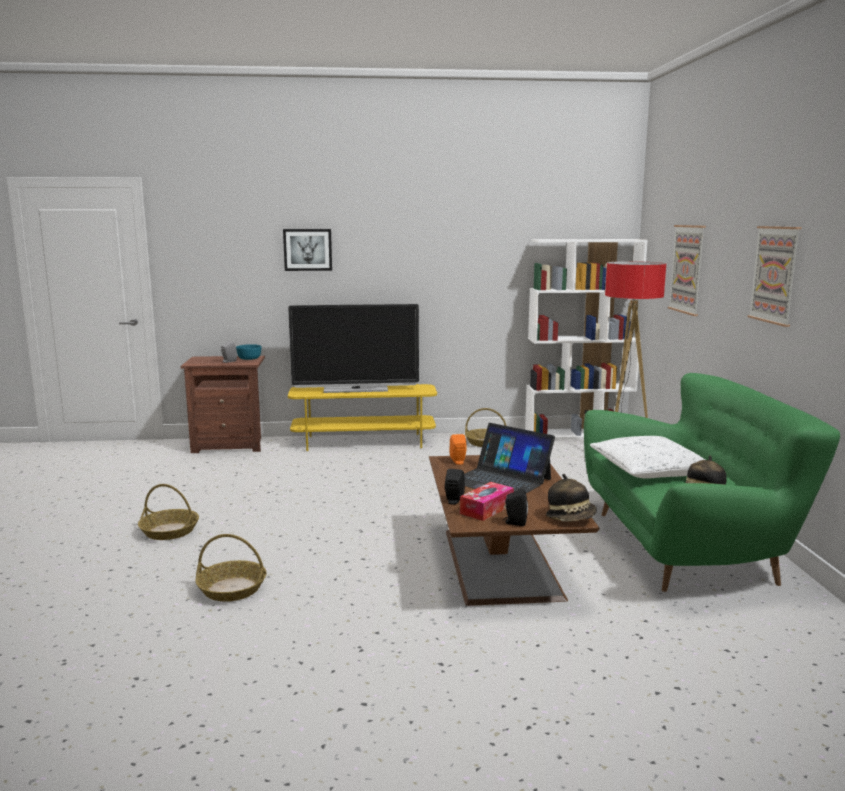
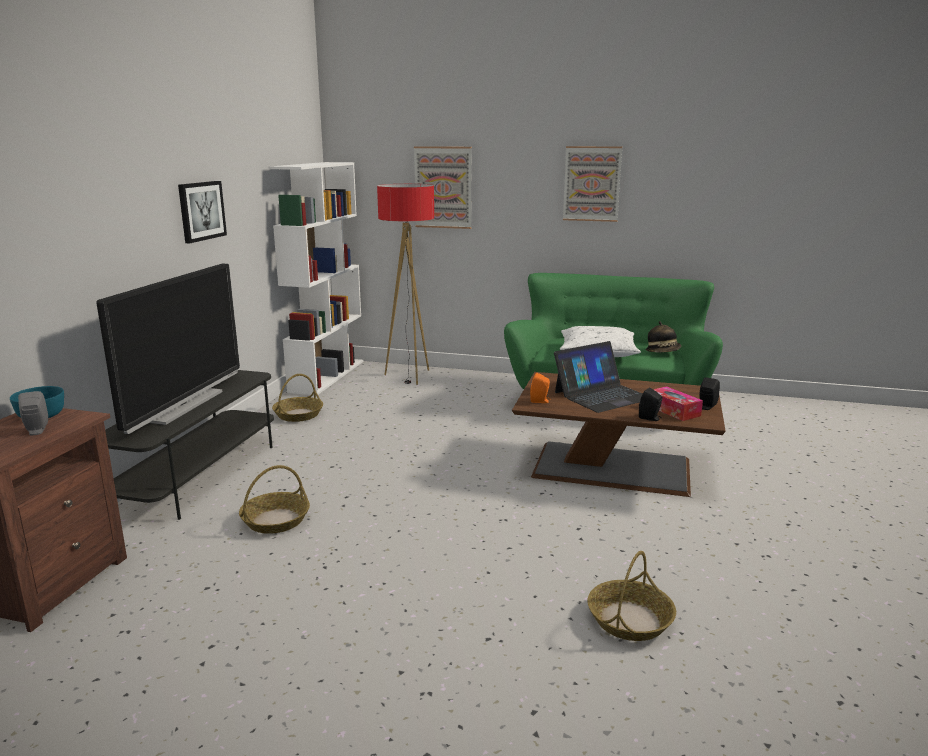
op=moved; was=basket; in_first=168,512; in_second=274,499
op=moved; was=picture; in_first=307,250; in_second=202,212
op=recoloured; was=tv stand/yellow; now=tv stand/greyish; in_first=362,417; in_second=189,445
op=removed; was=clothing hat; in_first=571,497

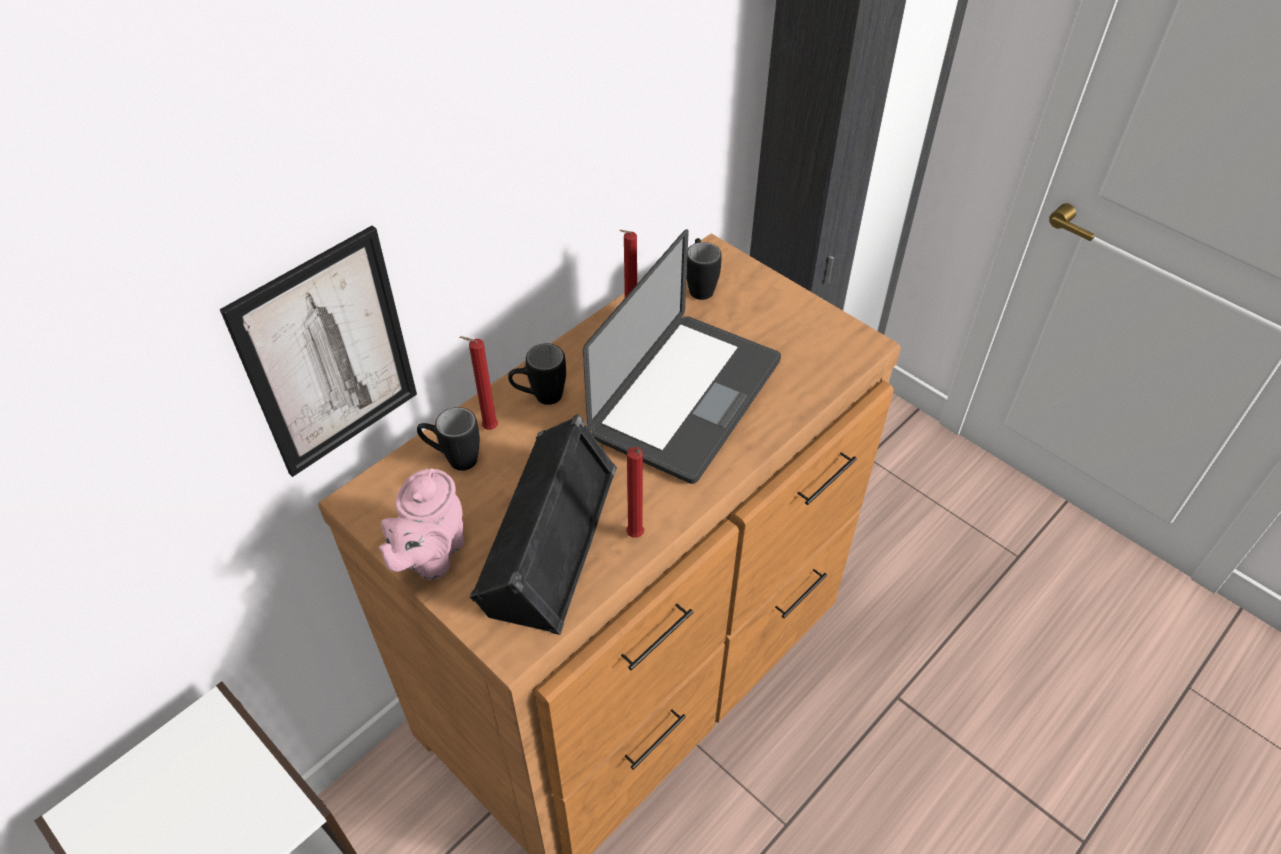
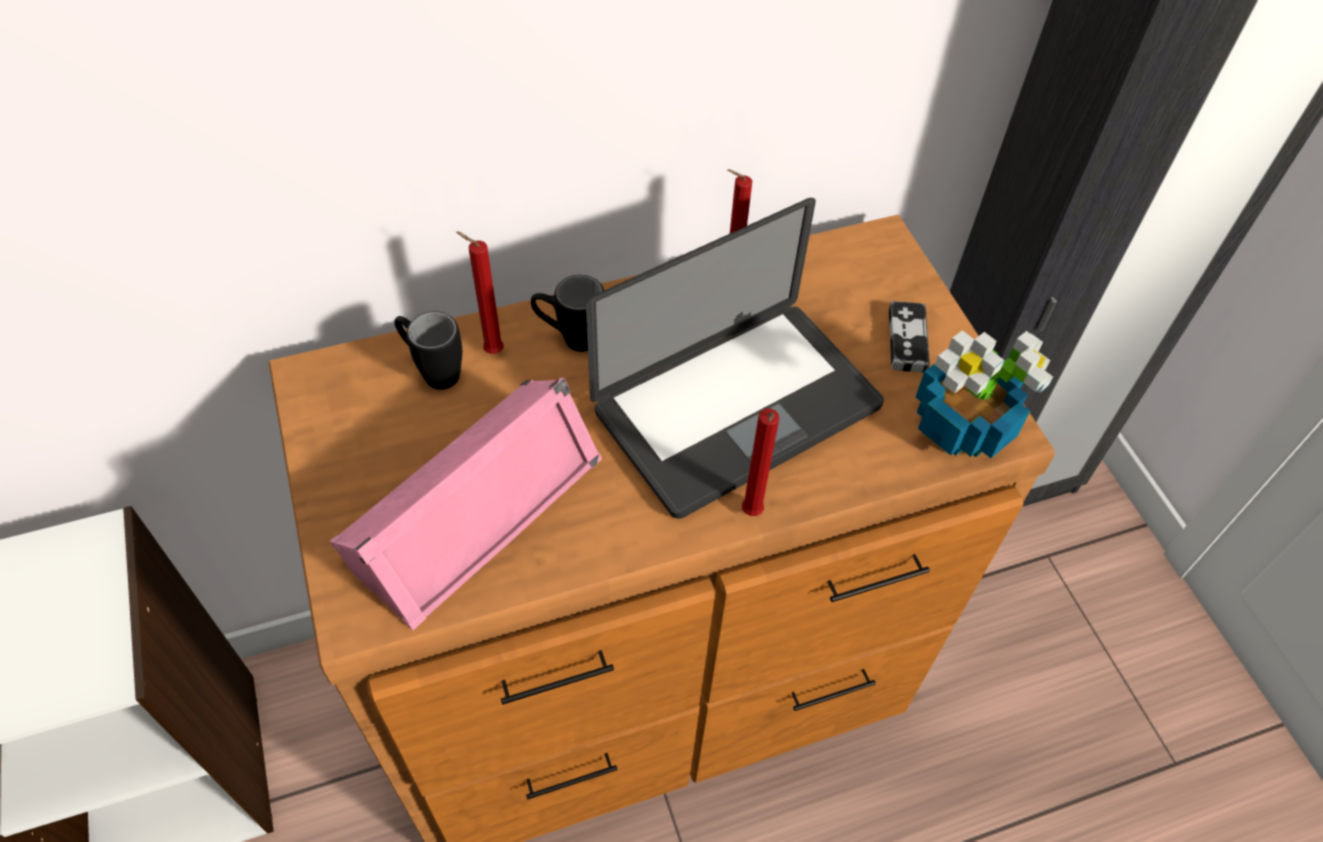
op=removed; was=picture; in_first=318,351
op=removed; was=pot for tea/pink; in_first=421,524
op=recoloured; was=audio speaker/blackish; now=audio speaker/pink; in_first=543,524; in_second=465,504
op=moved; was=wax light/reddish; in_first=635,492; in_second=760,462
op=removed; was=tea mug/blackish; in_first=704,269
op=added; now=game controller; in_second=909,337
op=added; now=plant in a pot; in_second=984,394

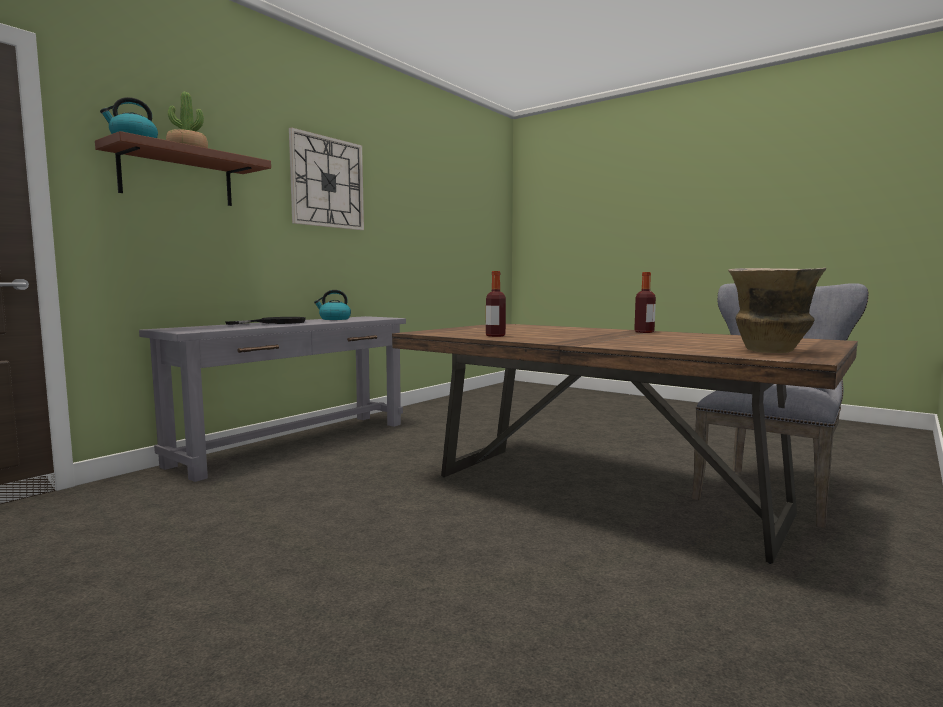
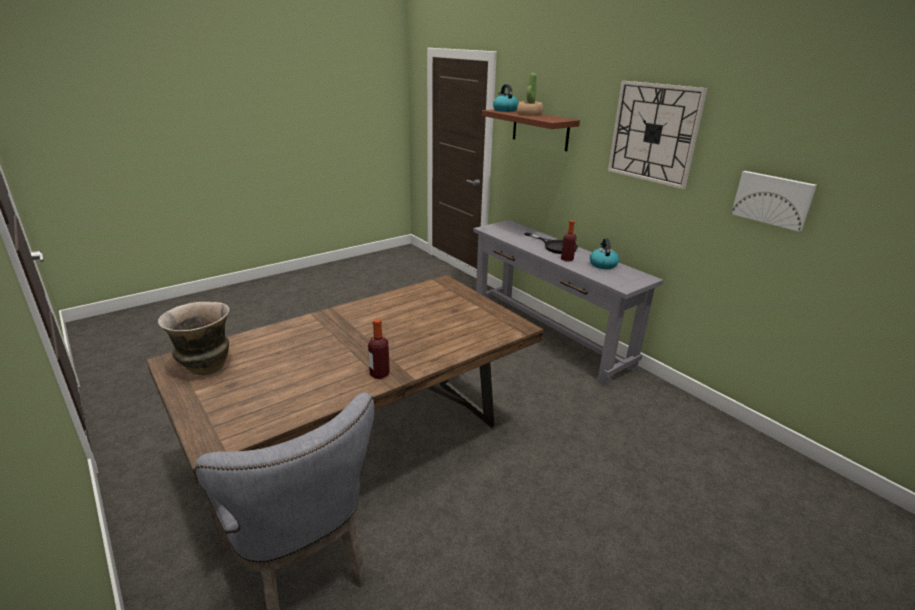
op=moved; was=drink bottle; in_first=496,304; in_second=569,241
op=added; now=picture; in_second=774,201

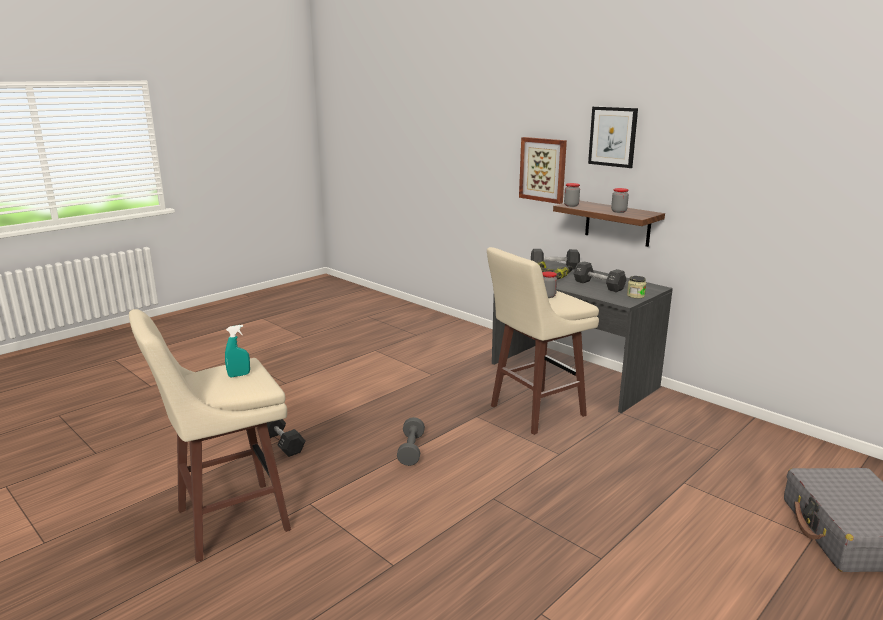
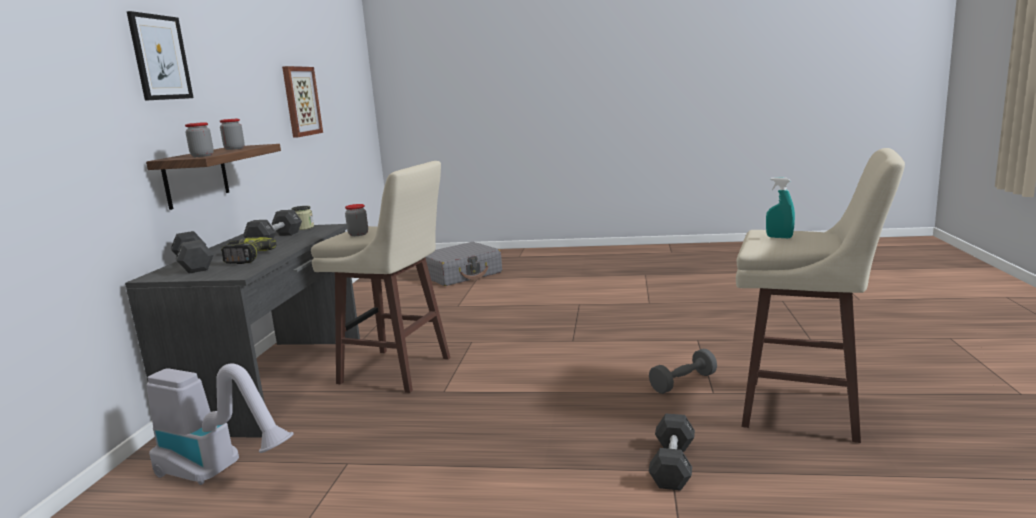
op=moved; was=hand weight/greyish; in_first=411,441; in_second=683,371
op=moved; was=picture; in_first=543,170; in_second=302,102
op=added; now=vacuum cleaner; in_second=219,424

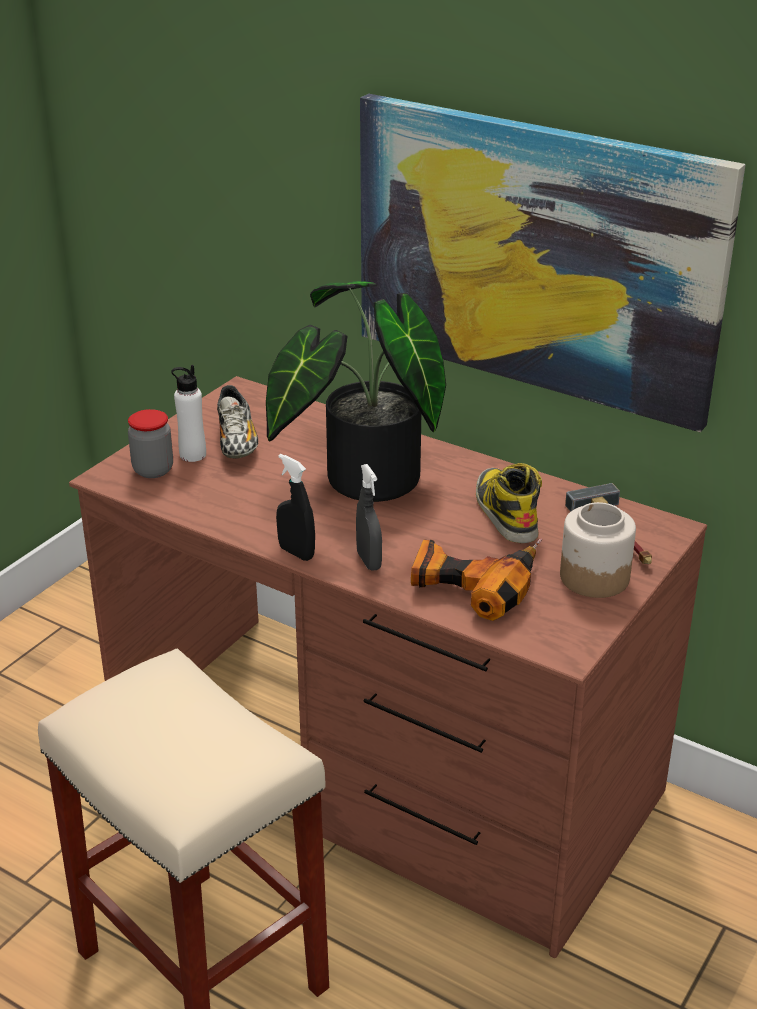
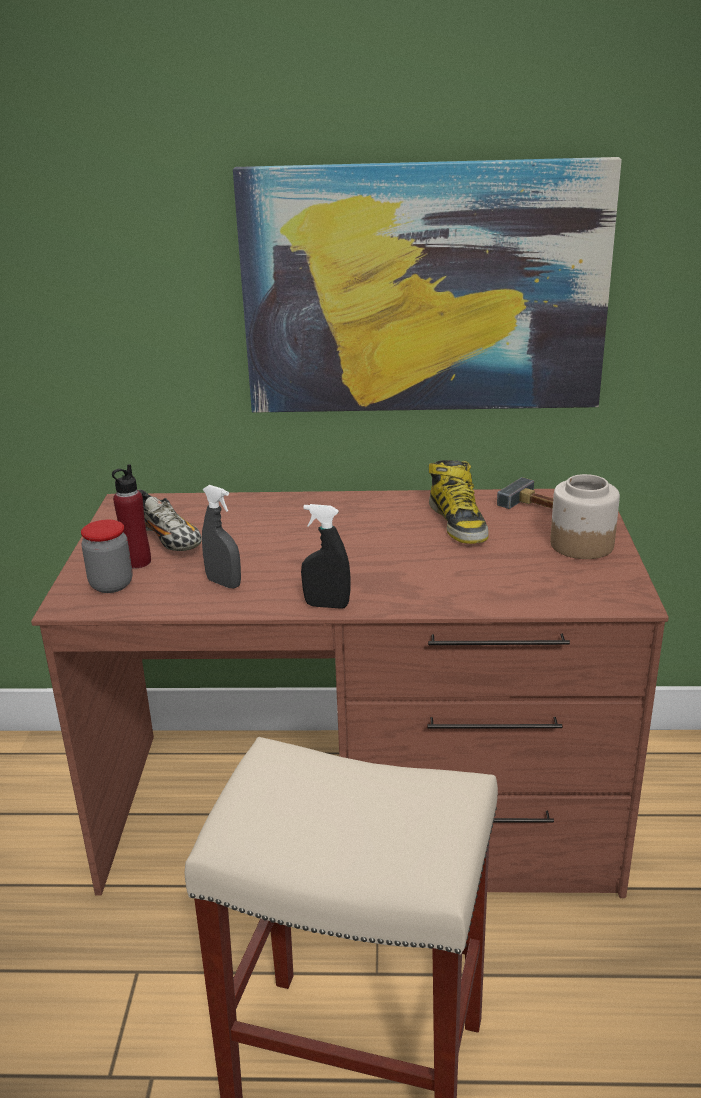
op=recoloured; was=drink bottle/whitish; now=drink bottle/reddish; in_first=188,413; in_second=131,516
op=removed; was=plant in a pot; in_first=356,391
op=moved; was=hand sprayer/greyish; in_first=369,517; in_second=221,536
op=removed; was=power drill; in_first=476,579
op=turned; was=boot; in_first=509,503; in_second=459,502; clockwise=-150

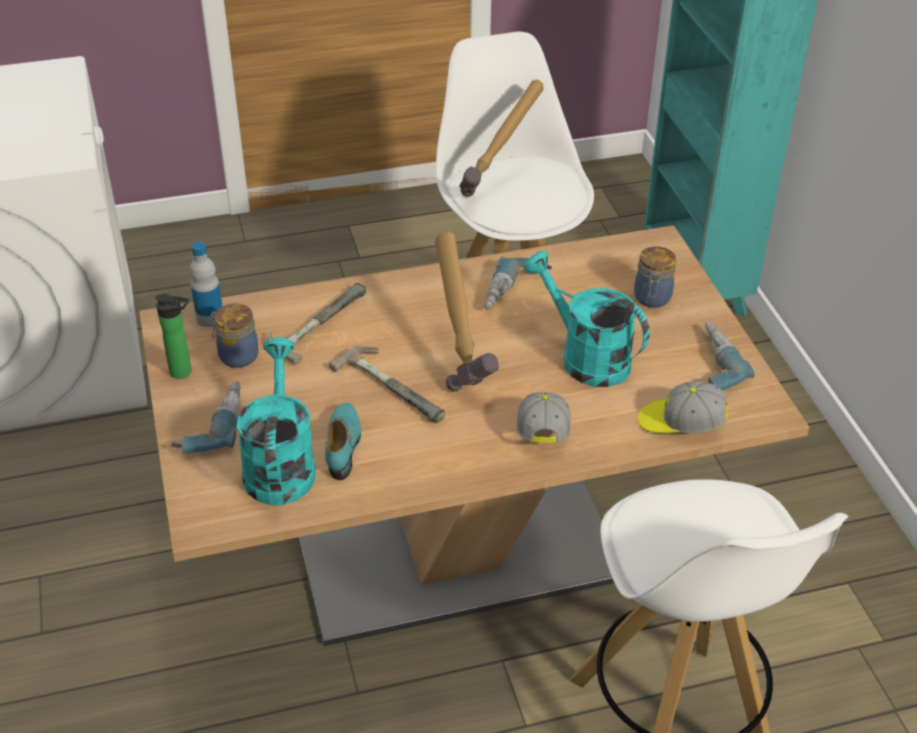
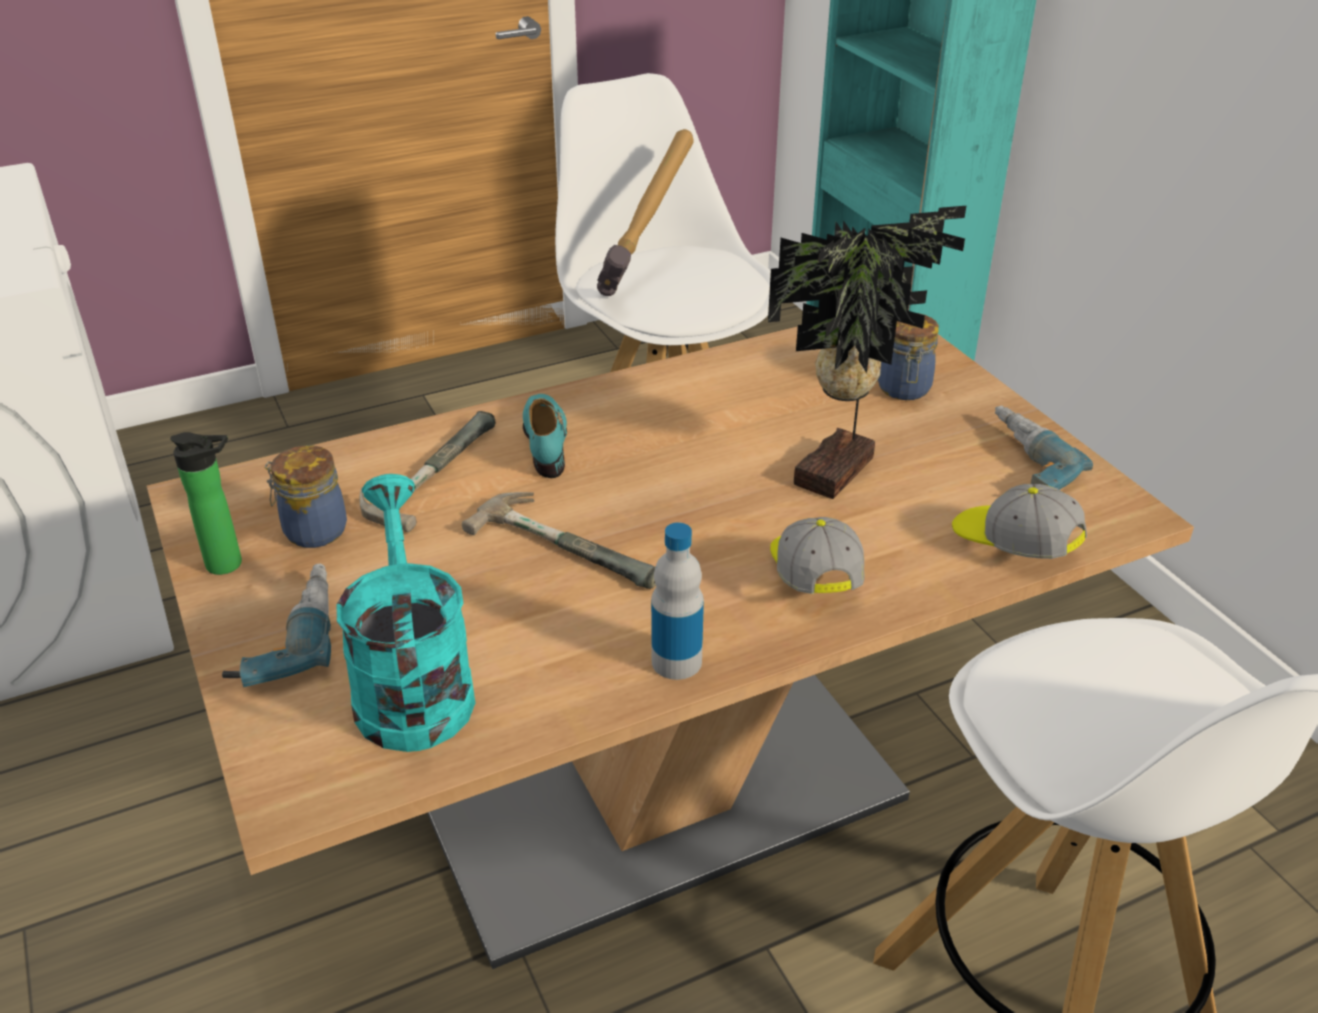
op=moved; was=drink bottle; in_first=206,284; in_second=677,601
op=moved; was=low shoe/turquoise-coloured; in_first=343,441; in_second=545,436
op=removed; was=hammer; in_first=467,311
op=removed; was=power drill; in_first=518,282
op=replaced; was=sprinkling can/turquoise-coloured; now=plant in a pot; in_first=587,319; in_second=867,352
op=turned; was=cap; in_first=683,407; in_second=1019,521; clockwise=45

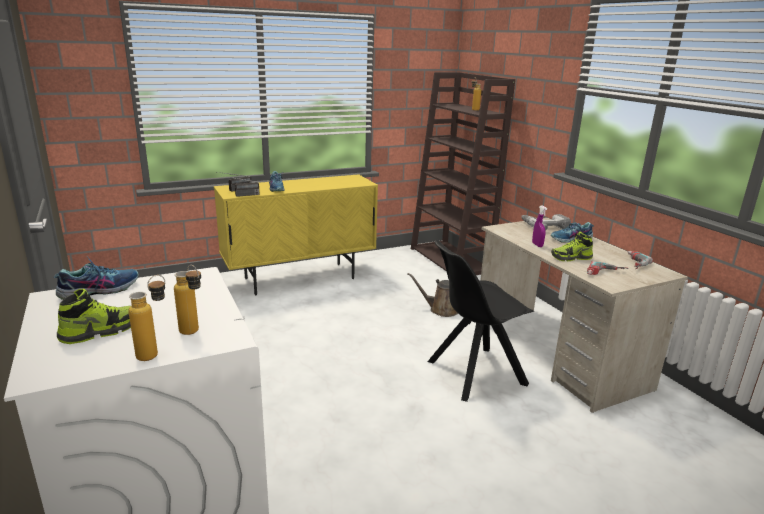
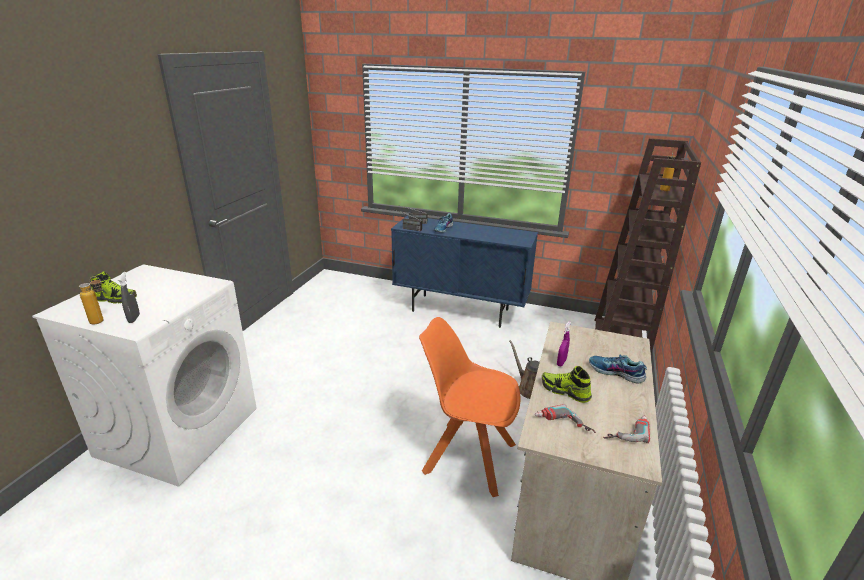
op=removed; was=low shoe; in_first=96,278
op=replaced; was=drink bottle; now=hand sprayer/greyish; in_first=187,300; in_second=129,297
op=recoloured; was=storage cabinet/yellow; now=storage cabinet/blue-coloured; in_first=296,234; in_second=464,272
op=recoloured; was=plain chair/blackish; now=plain chair/orange-coloured; in_first=480,321; in_second=470,407
op=removed; was=power drill; in_first=546,222

